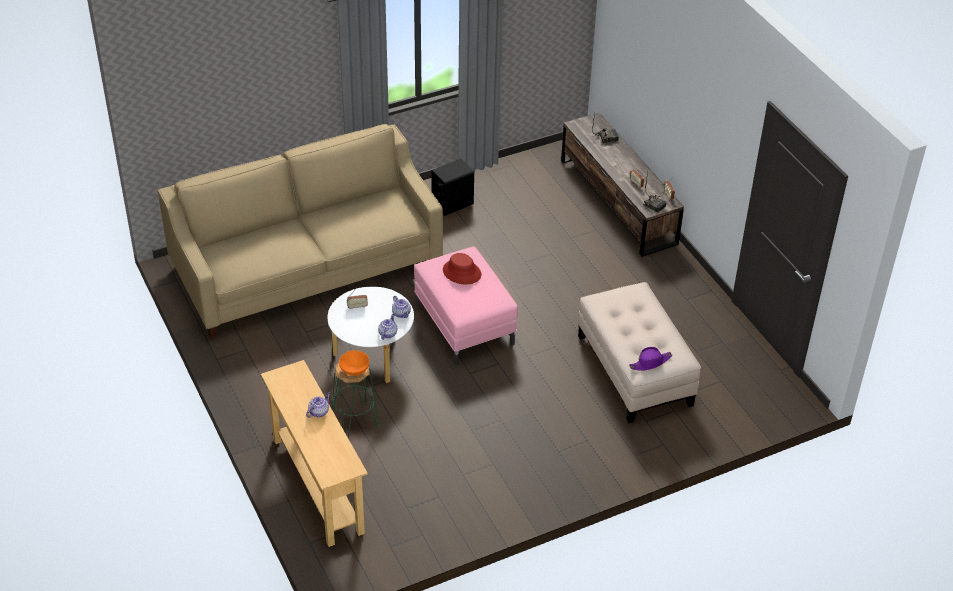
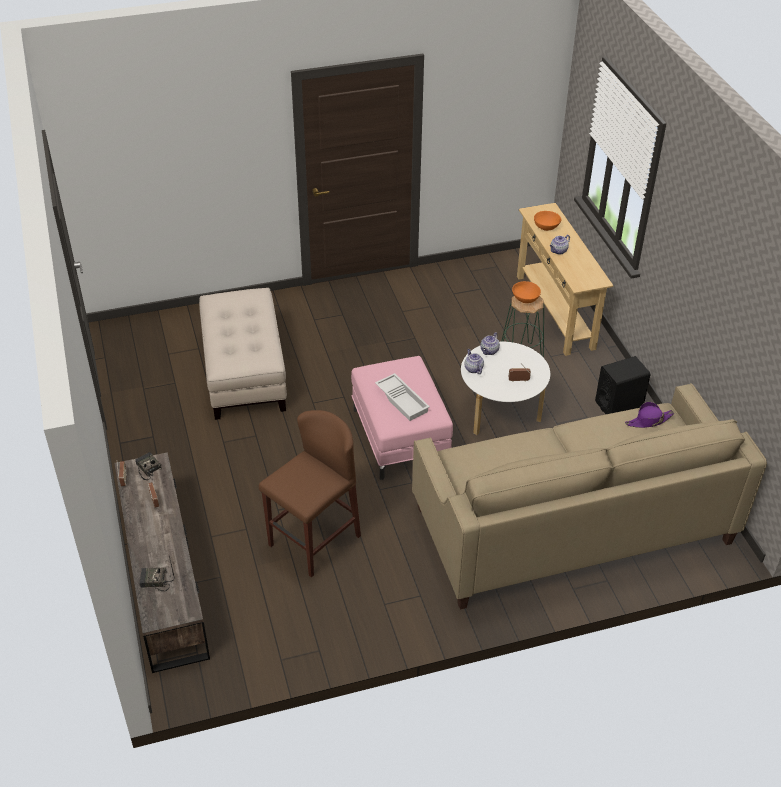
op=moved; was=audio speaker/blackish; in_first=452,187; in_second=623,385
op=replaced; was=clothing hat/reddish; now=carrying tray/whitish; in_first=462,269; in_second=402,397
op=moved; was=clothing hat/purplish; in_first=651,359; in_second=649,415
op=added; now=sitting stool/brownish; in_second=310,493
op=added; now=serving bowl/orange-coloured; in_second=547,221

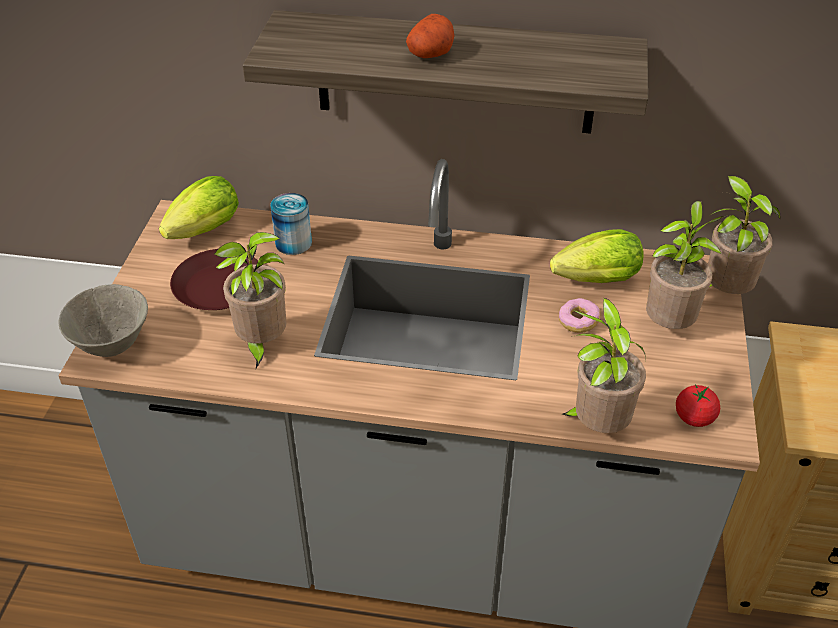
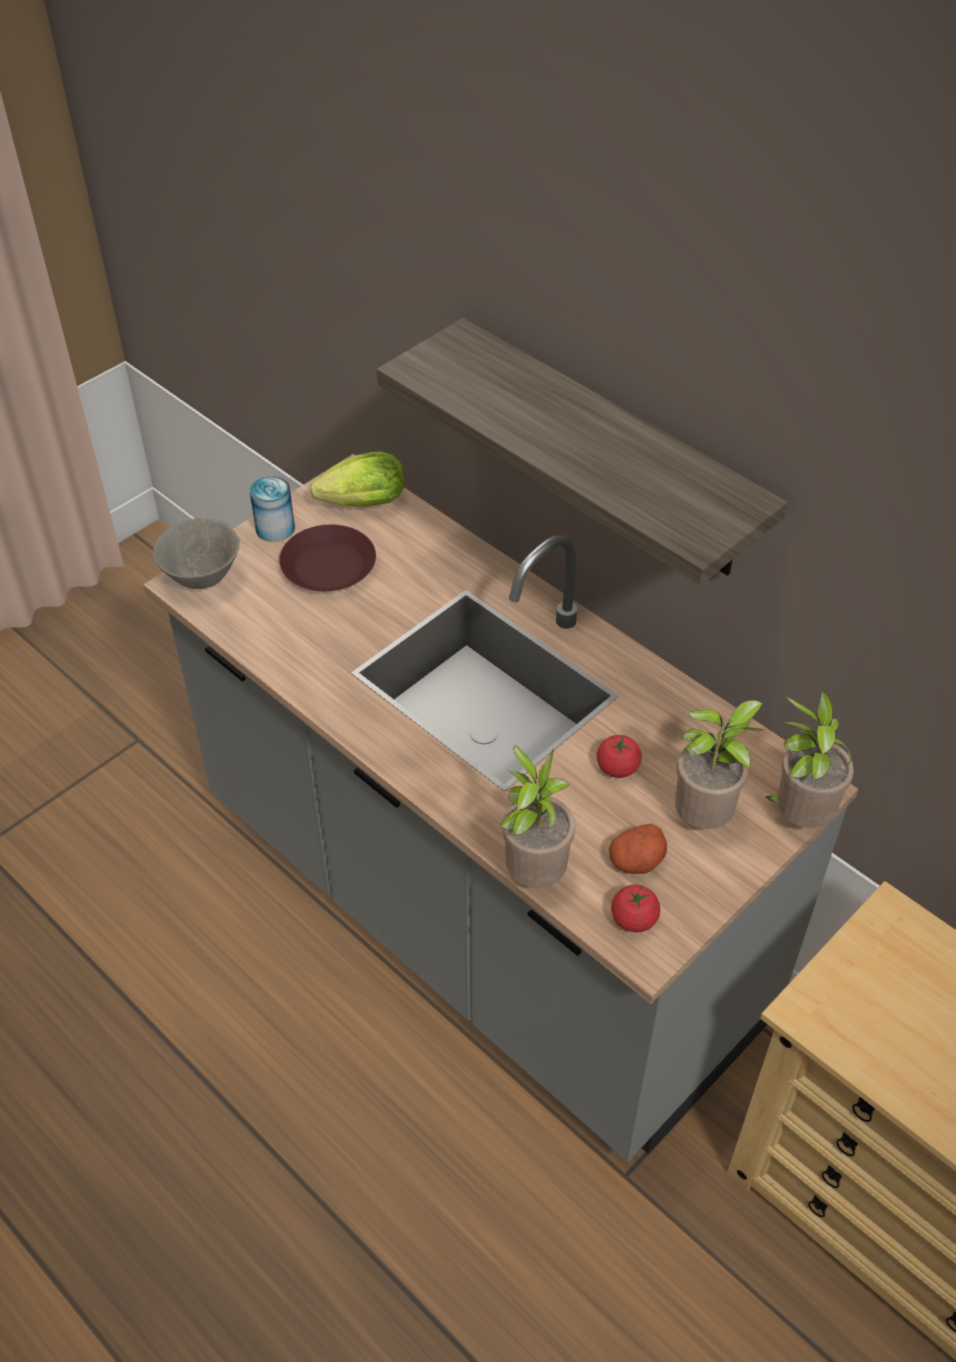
op=removed; was=plant in a pot; in_first=250,300
op=moved; was=metal can; in_first=291,224; in_second=272,509
op=moved; was=whole potato; in_first=430,36; in_second=638,849
op=removed; was=lettuce; in_first=597,256
op=replaced; was=donut; now=whole tomato; in_first=579,315; in_second=619,756

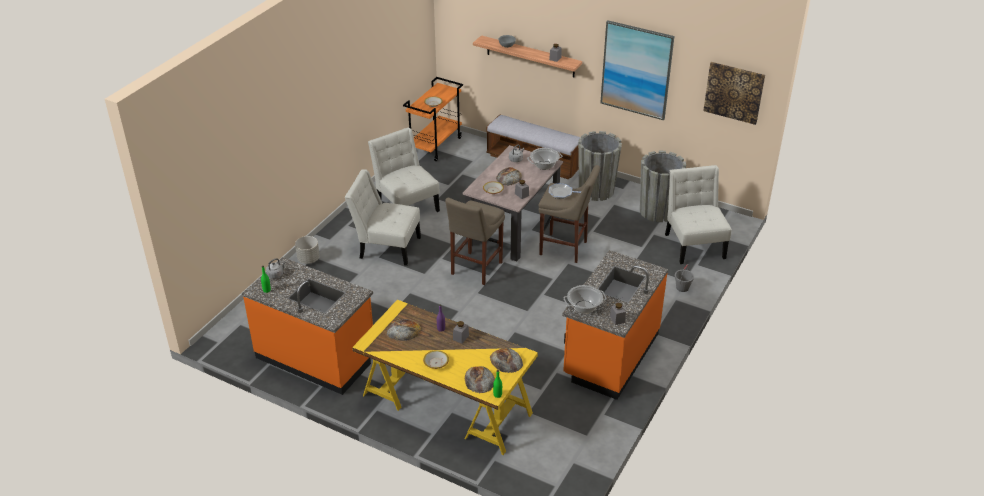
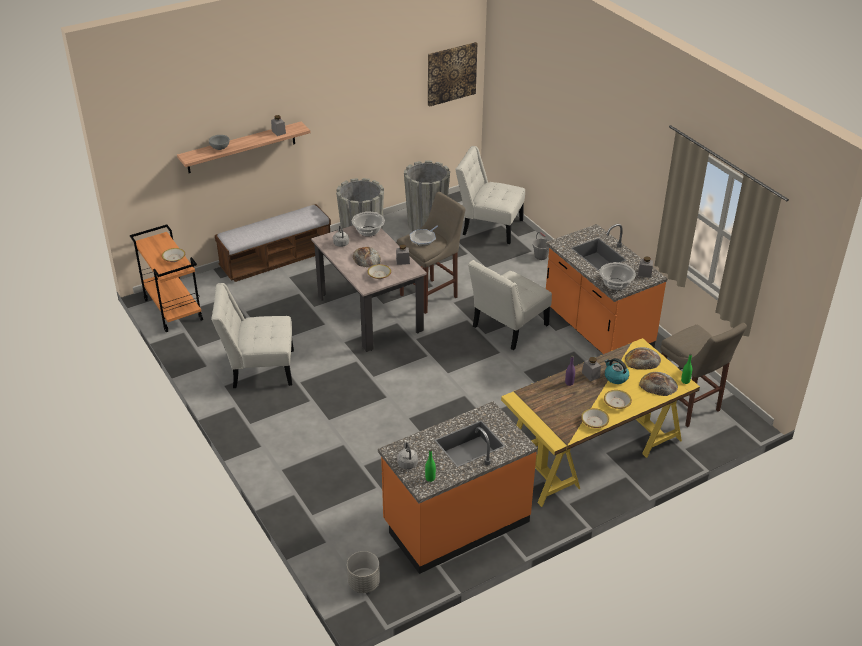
op=moved; was=plant pot/greyish; in_first=307,250; in_second=363,572
op=moved; was=plain chair/whitish; in_first=383,217; in_second=510,305
op=removed; was=baked bread; in_first=404,330
op=moved; was=sitting stool/beige-coloured; in_first=475,241; in_second=704,375
op=removed; was=picture; in_first=637,70
op=added; now=serving bowl; in_second=595,418
op=added; now=water kettle; in_second=617,371

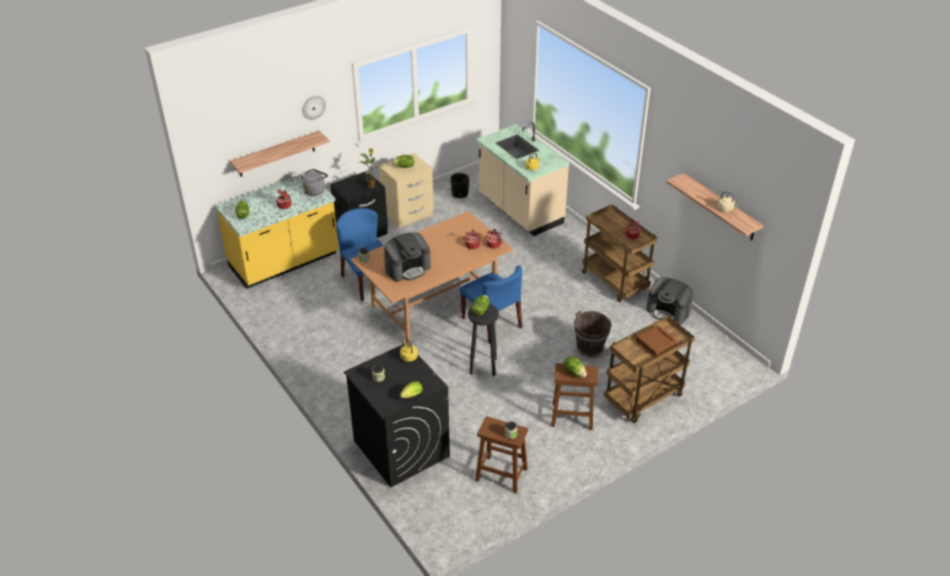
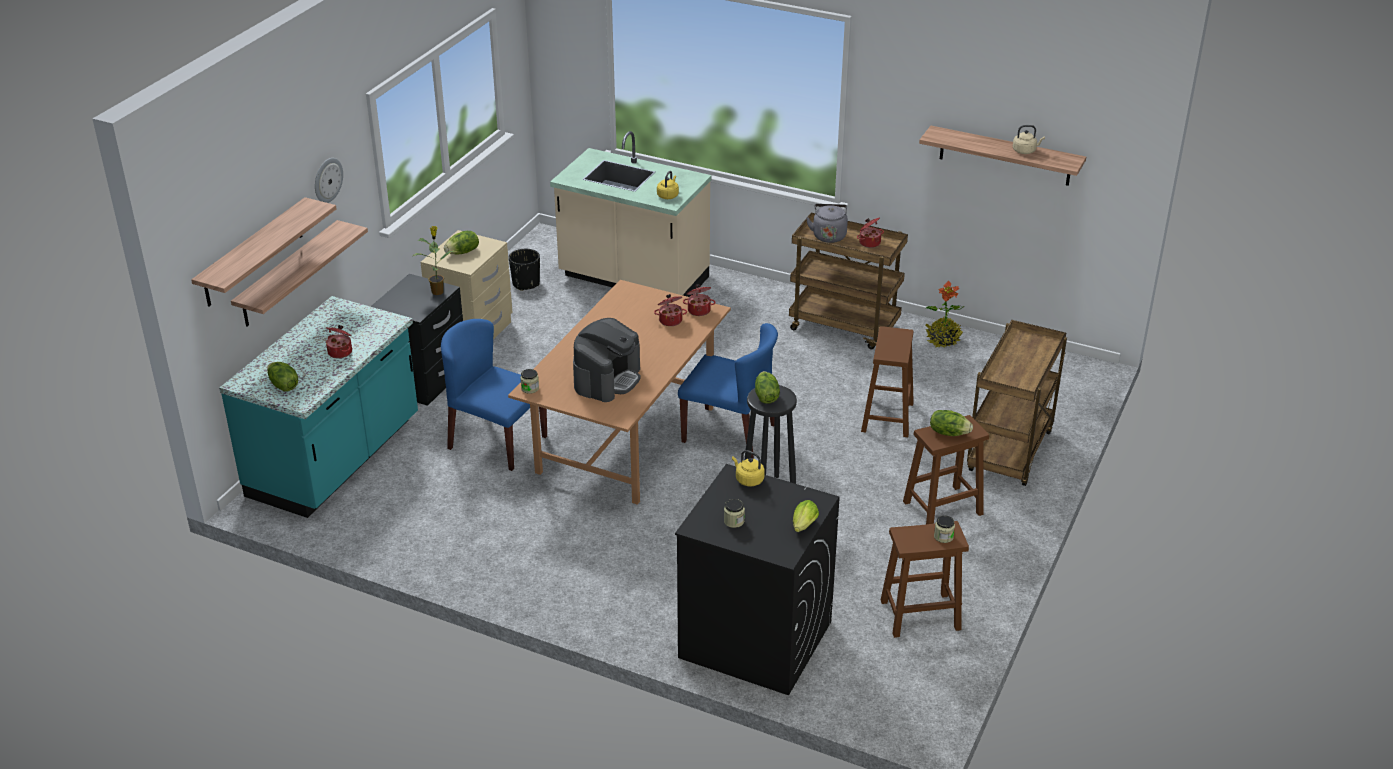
op=recoloured; was=kitchen counter/yellow; now=kitchen counter/turquoise-coloured; in_first=277,230; in_second=318,407
op=moved; was=water kettle/greyish; in_first=314,182; in_second=827,223
op=replaced; was=pail/brownish; now=sitting stool/brownish; in_first=593,333; in_second=887,381
op=removed; was=carrying tray/brownish; in_first=657,341
op=replaced; was=coffee maker; now=plant in a pot; in_first=669,301; in_second=945,314
op=added; now=bracket shelf; in_second=263,251

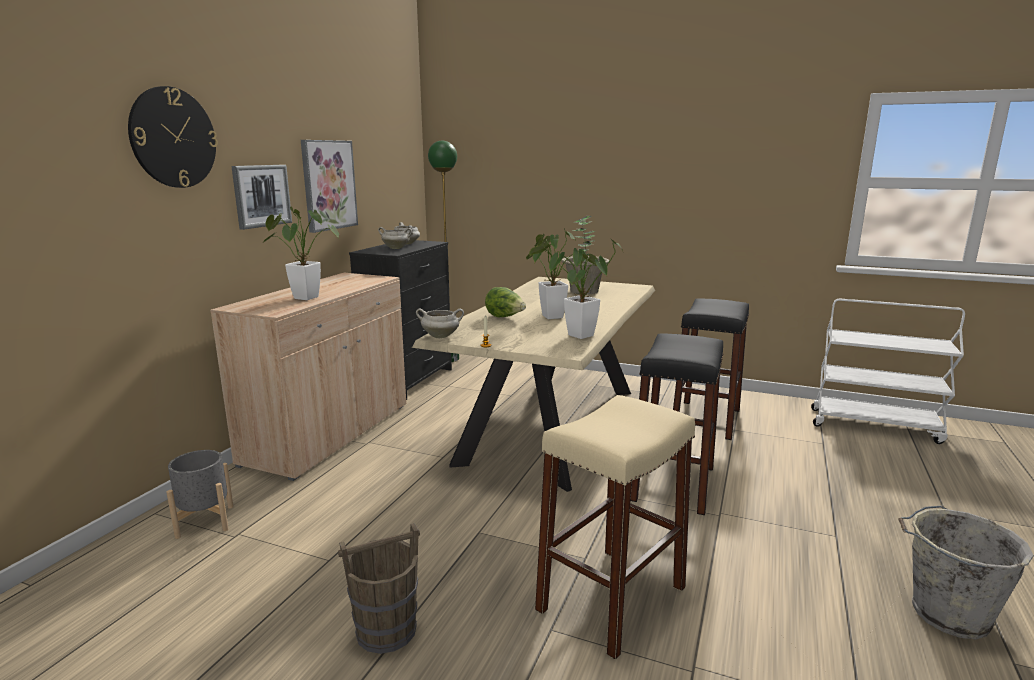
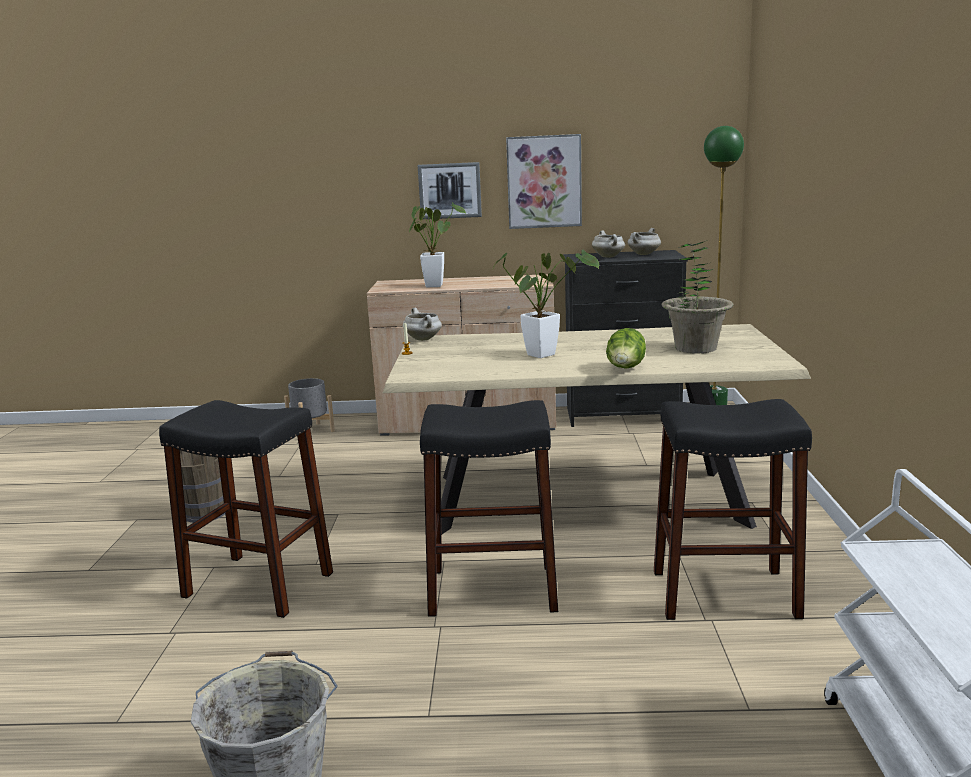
op=removed; was=wall clock; in_first=173,137
op=moved; was=lettuce; in_first=505,302; in_second=626,348
op=removed; was=plant in a pot; in_first=576,289
op=recoloured; was=sitting stool/beige-coloured; now=sitting stool/blackish; in_first=615,527; in_second=246,509

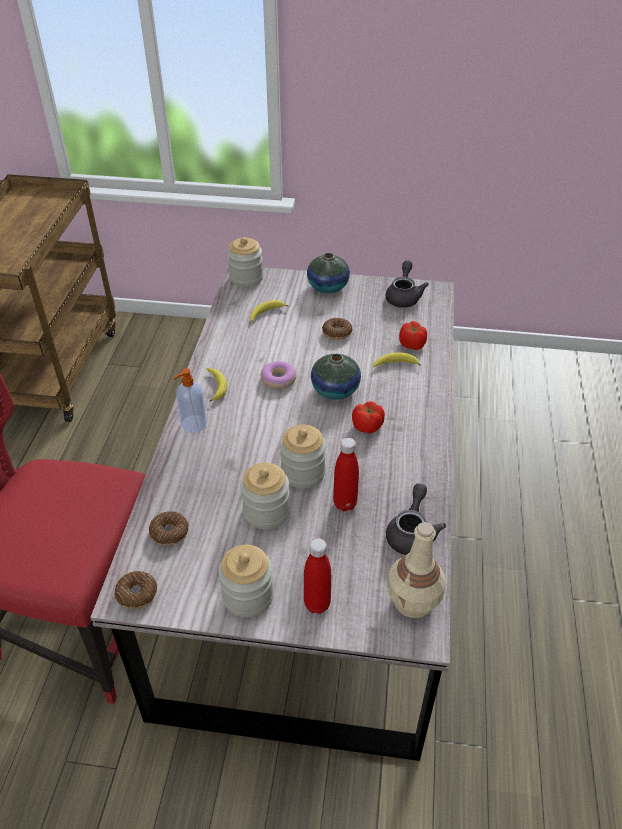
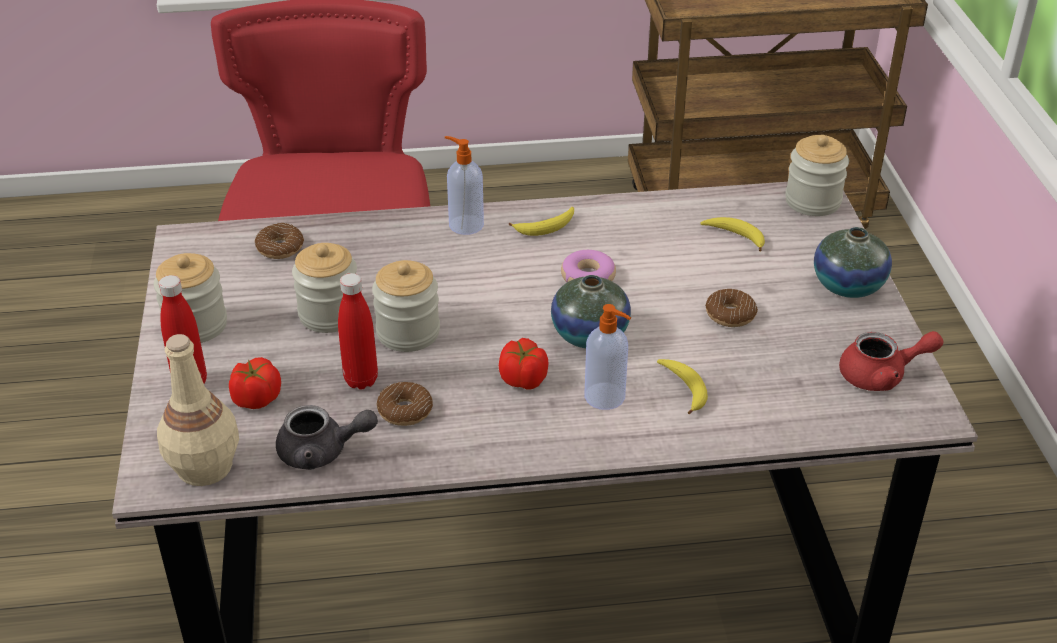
op=moved; was=donut; in_first=136,590; in_second=405,404
op=recoloured; was=pot for tea/greyish; now=pot for tea/reddish; in_first=407,284; in_second=891,361
op=moved; was=whole tomato; in_first=413,335; in_second=255,383
op=added; now=soap dispenser; in_second=607,357

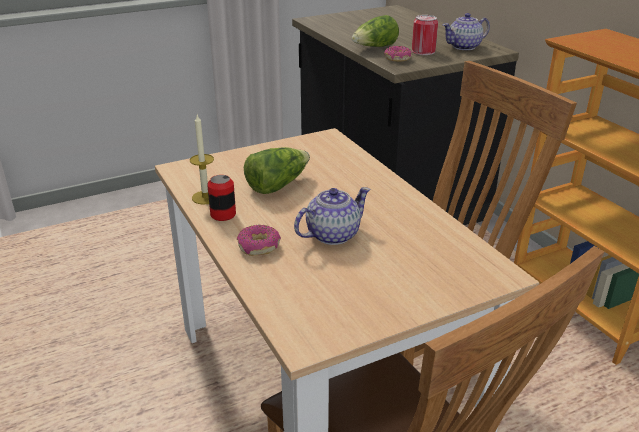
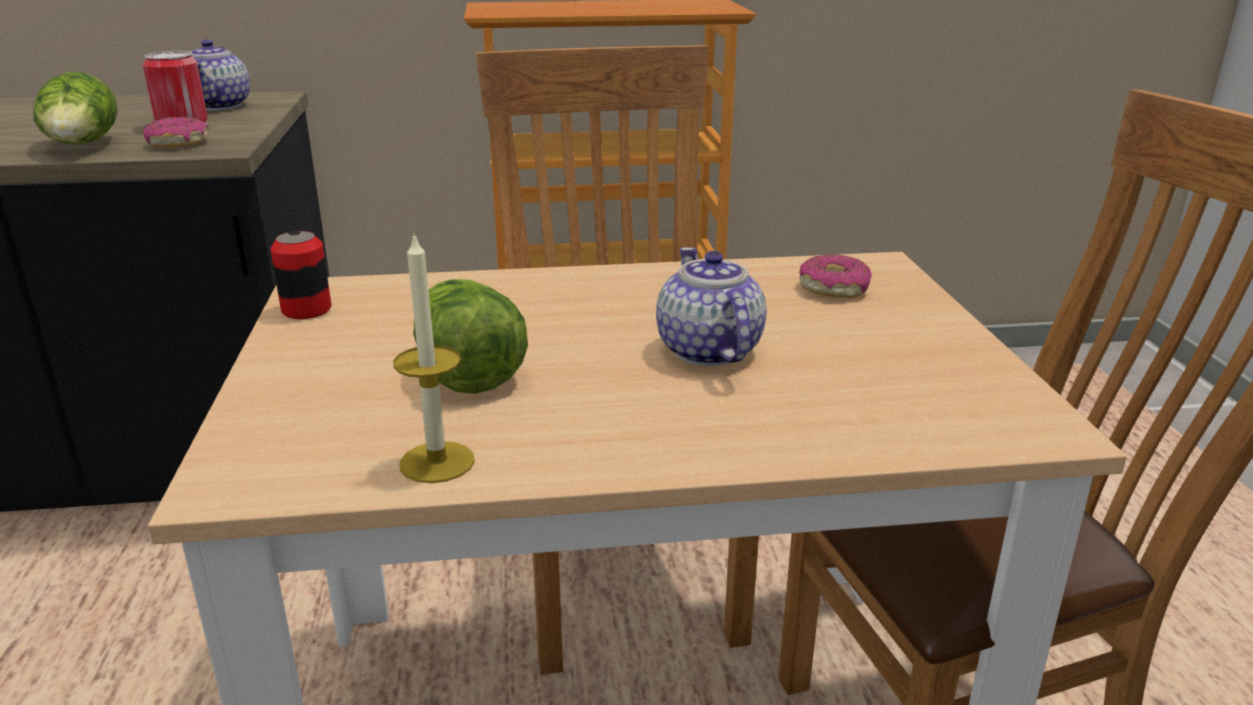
op=moved; was=metal can; in_first=221,198; in_second=300,275
op=moved; was=donut; in_first=259,240; in_second=835,276

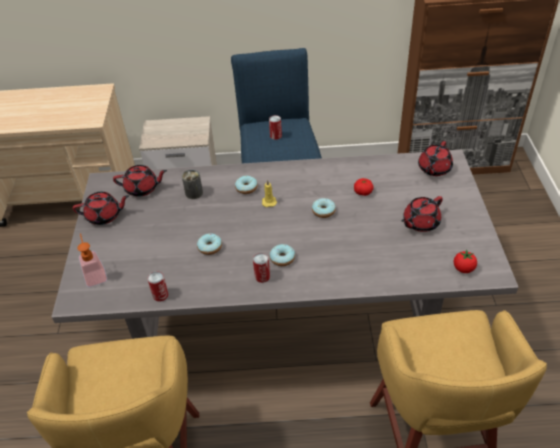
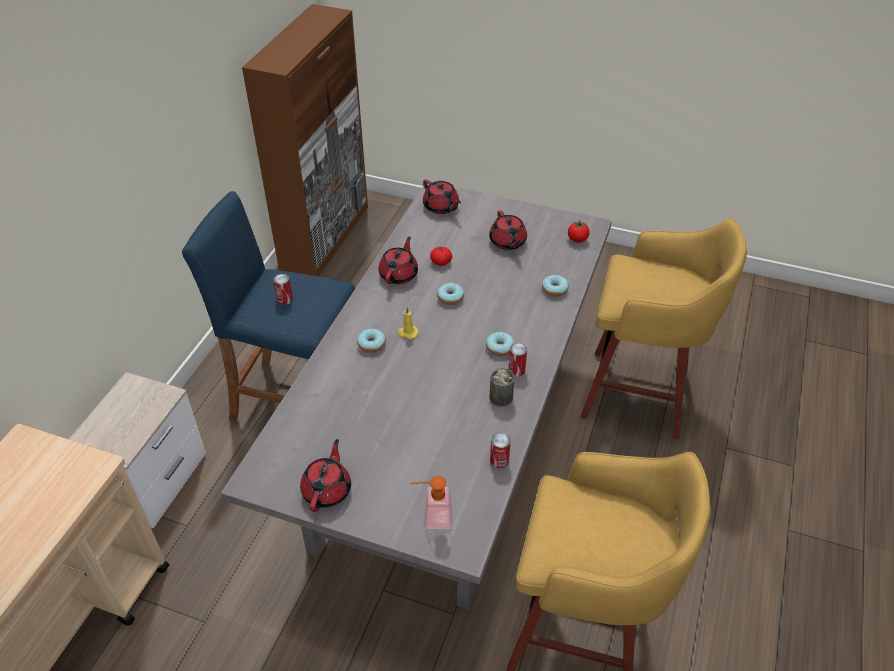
op=moved; was=pot for tea/reddish; in_first=140,181; in_second=398,260
op=moved; was=metal can; in_first=192,184; in_second=502,387
op=moved; was=donut; in_first=209,244; in_second=555,286

